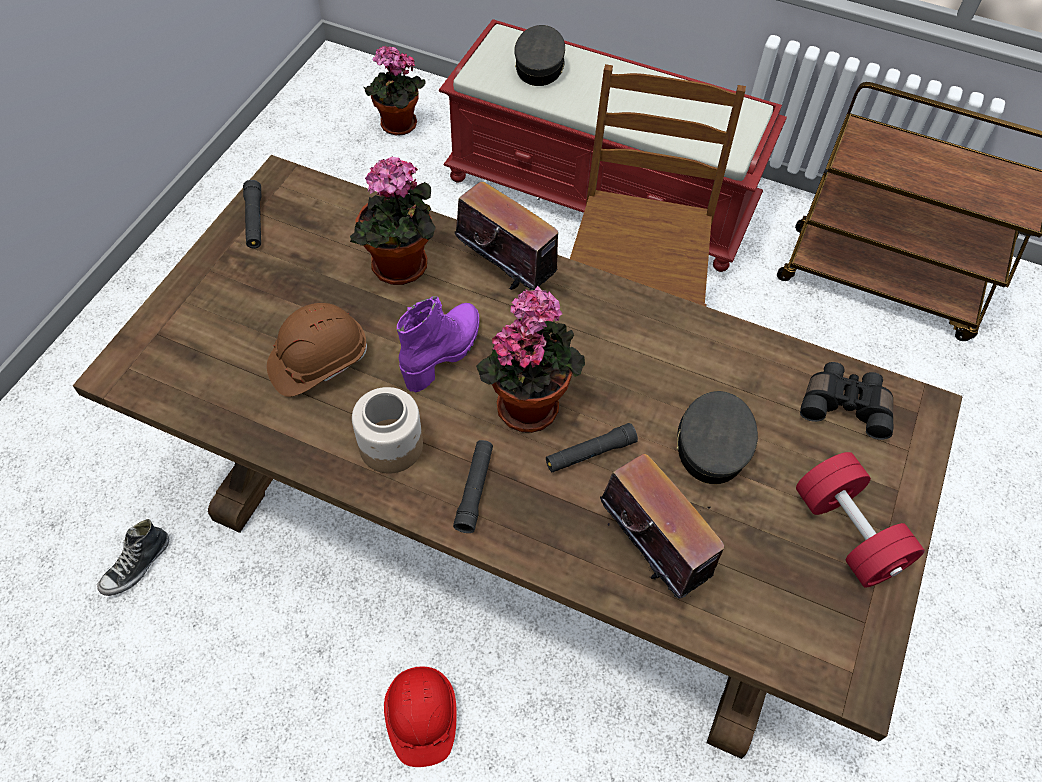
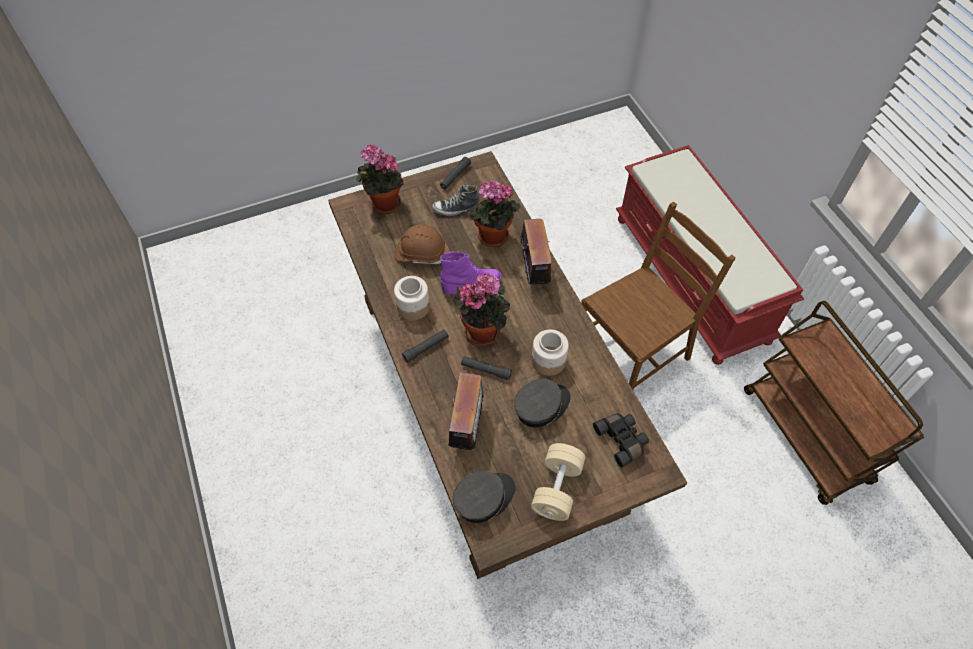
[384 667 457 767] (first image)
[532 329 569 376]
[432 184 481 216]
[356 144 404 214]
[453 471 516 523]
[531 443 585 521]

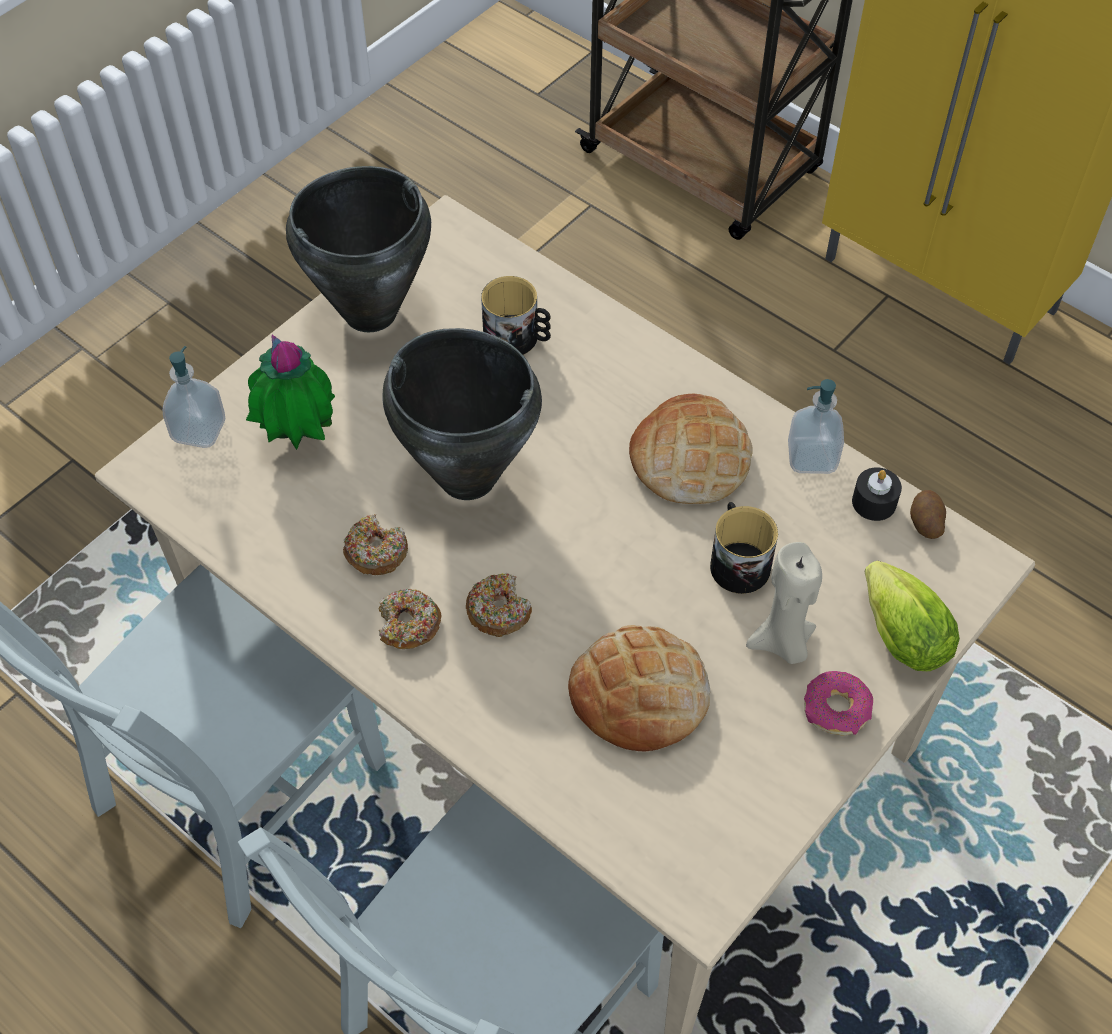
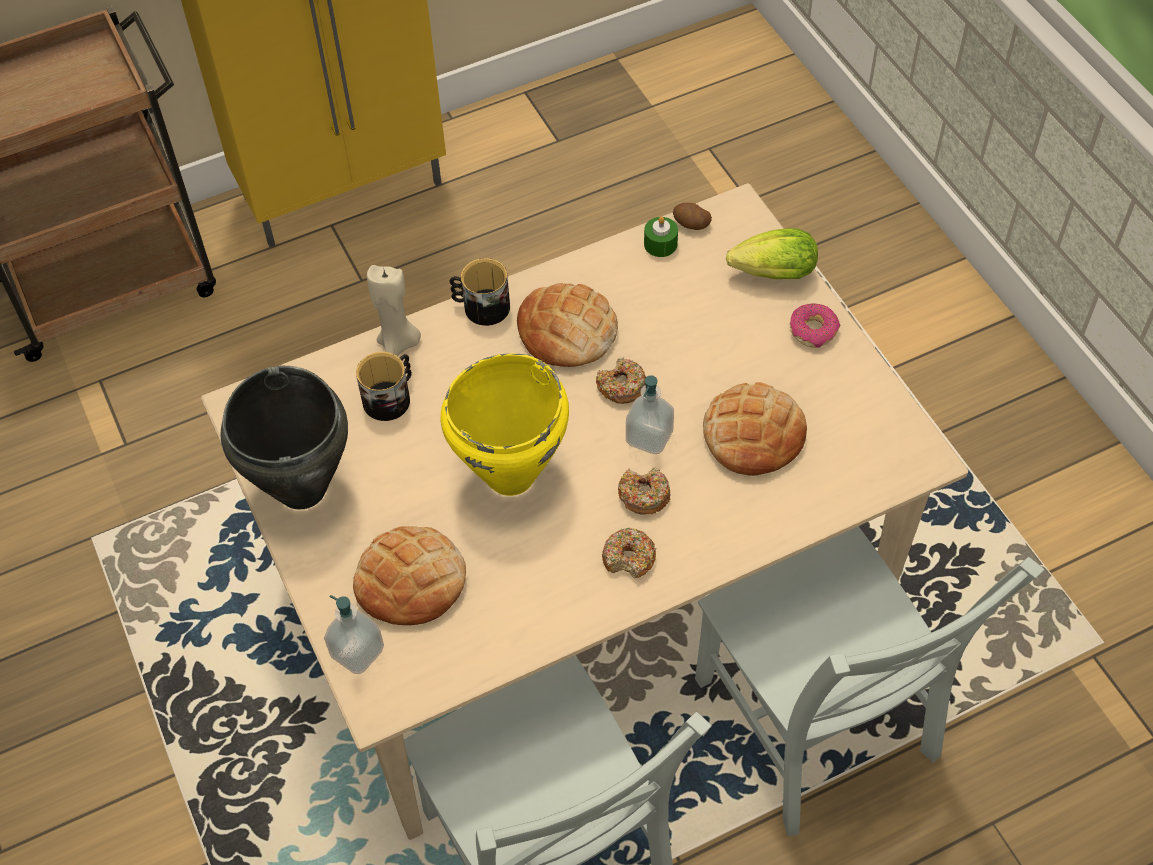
[596 357 646 404]
[450 258 510 326]
[367 265 421 356]
[626 375 674 454]
[353 526 466 625]
[440 353 569 496]
[644 216 678 257]

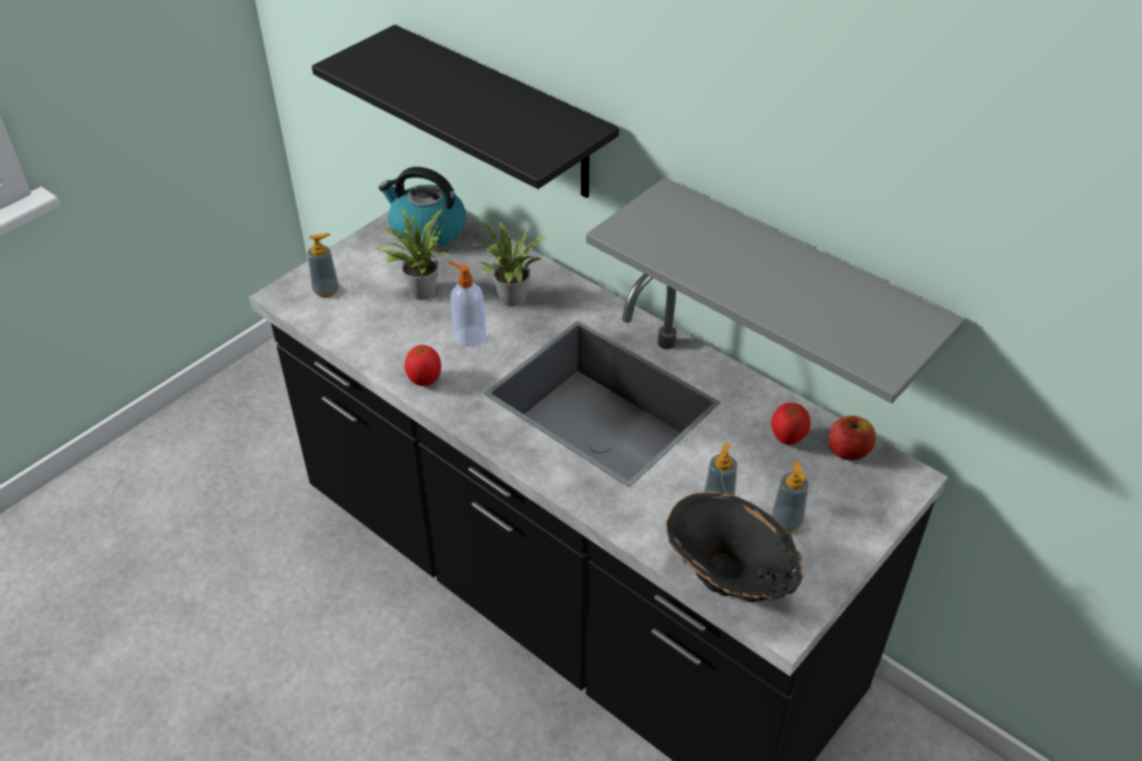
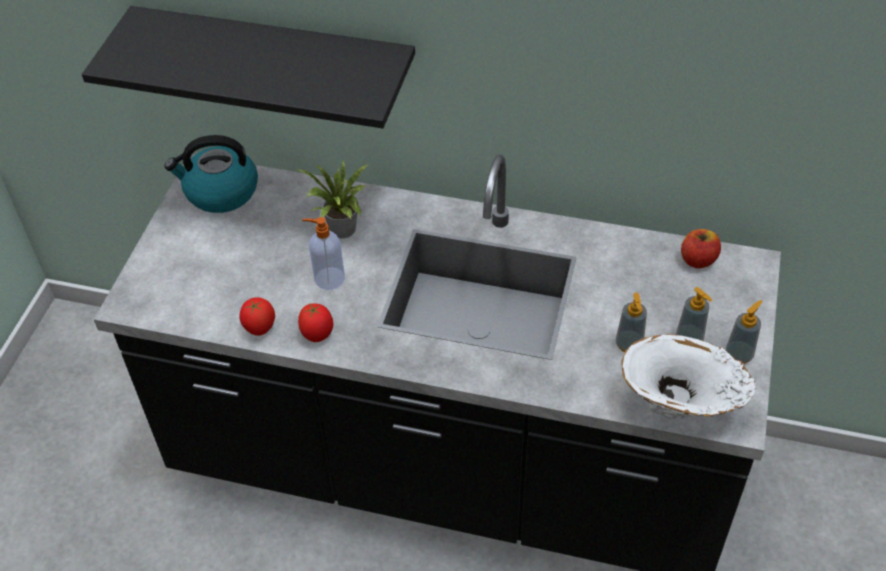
[375 208 450 300] (first image)
[586 178 965 403] (first image)
[726 300 763 364]
[239 297 275 336]
[621 334 756 419]

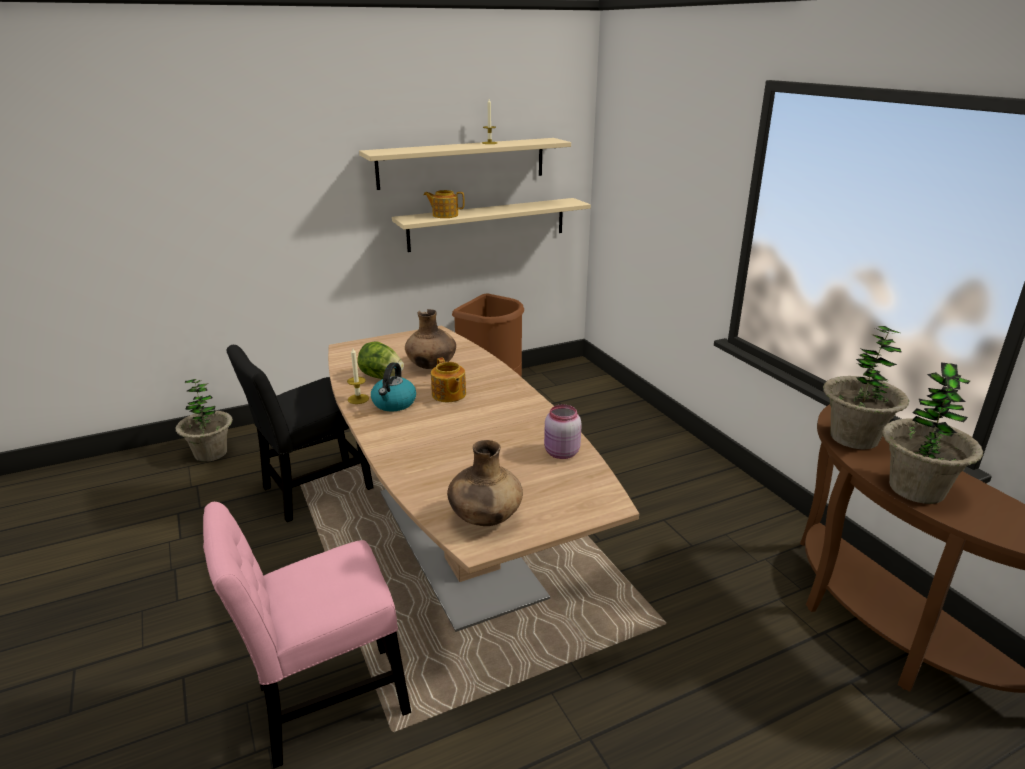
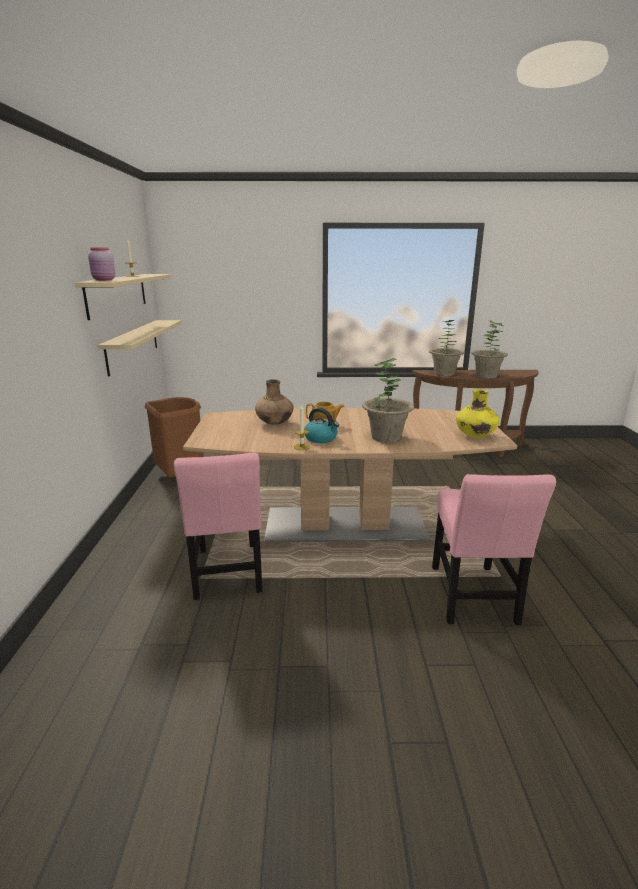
[357 341 404 379] (first image)
[423 190 465 218] (first image)
[362 358 414 443]
[88 247 115 281]
[174 452 262 600]
[456 389 499 438]

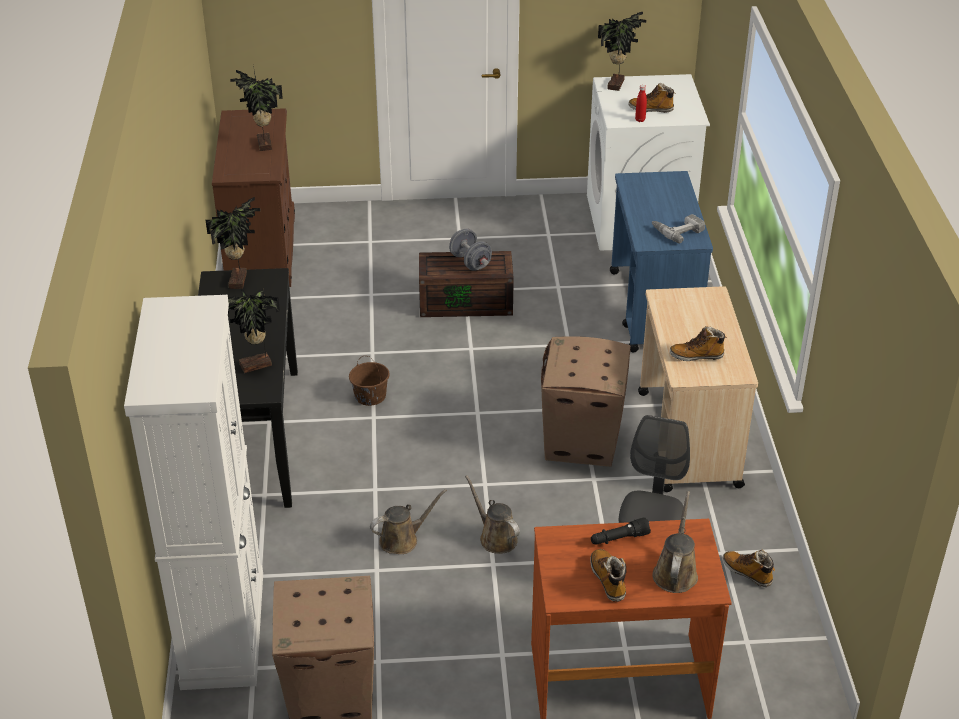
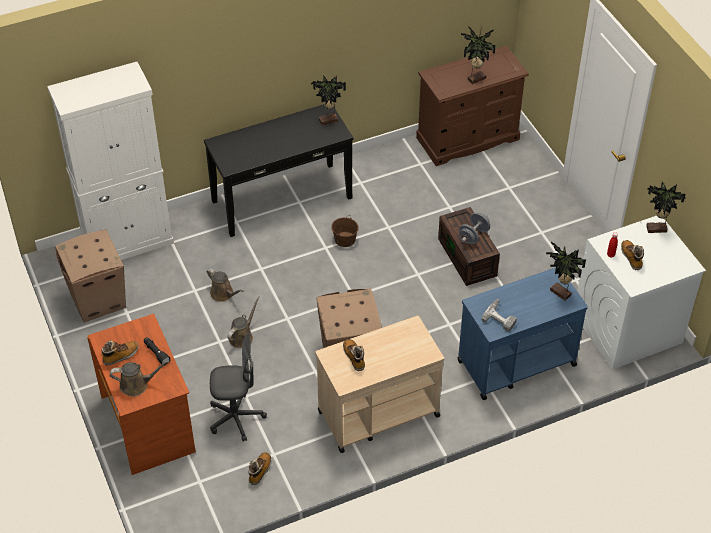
[546 242 586 301]

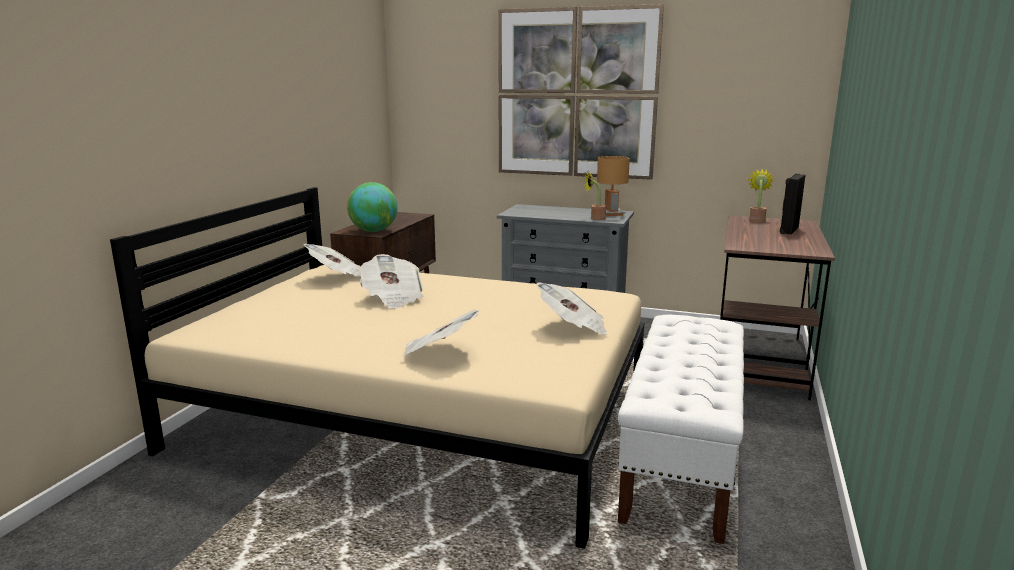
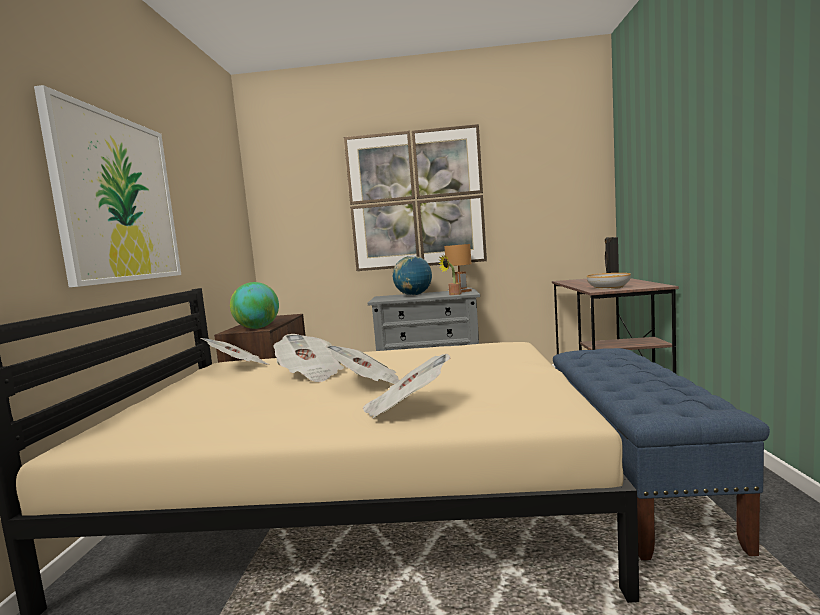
[748 169 774 223] (first image)
[34 85 181 287]
[393 256 432 296]
[587 273 631 289]
[326 345 400 384]
[553 348 770 560]

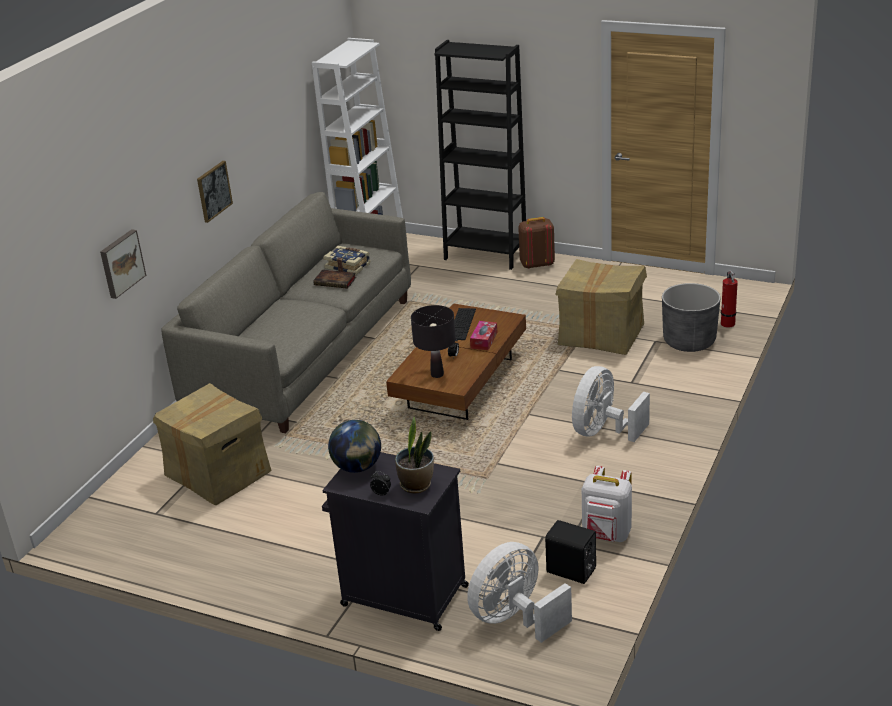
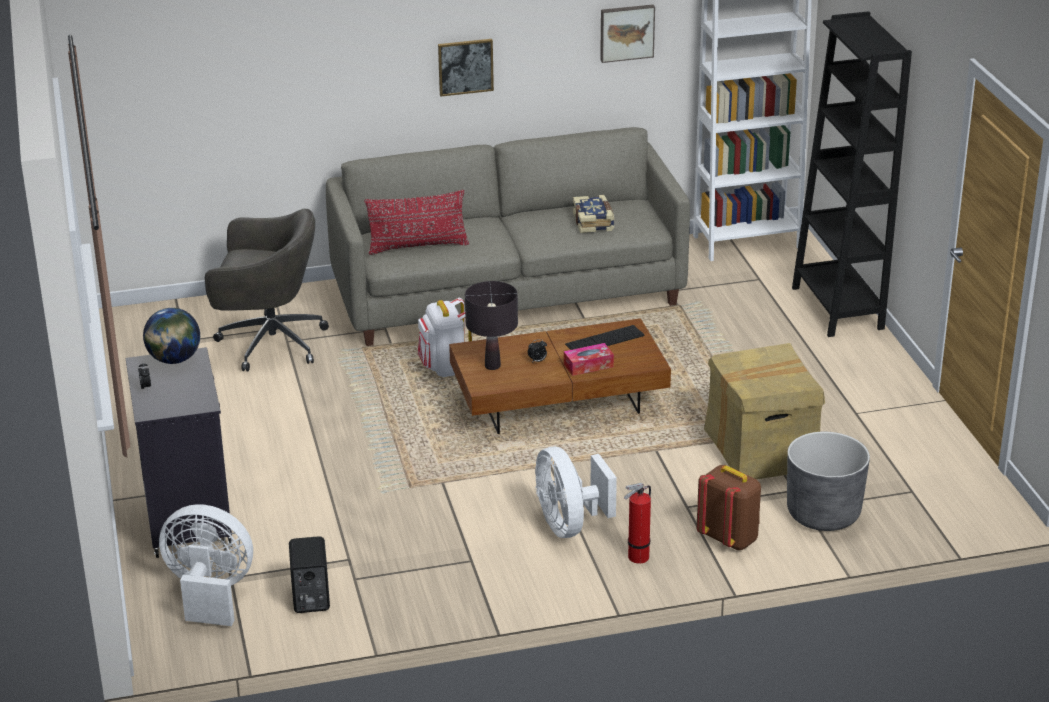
[313 270 356 289] (first image)
[395 417 434 493] (first image)
[365 190 469 255]
[600 5 655 63]
[696 465 761 550]
[418 298 472 377]
[624 483 651 564]
[205 209 329 372]
[535 446 617 538]

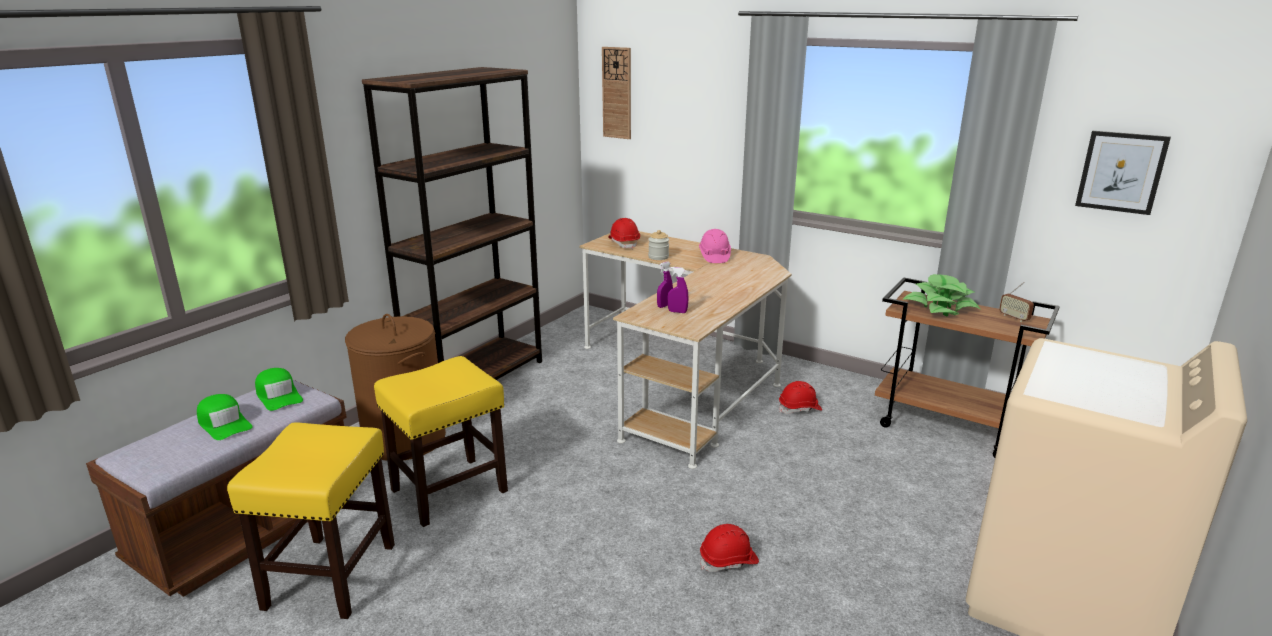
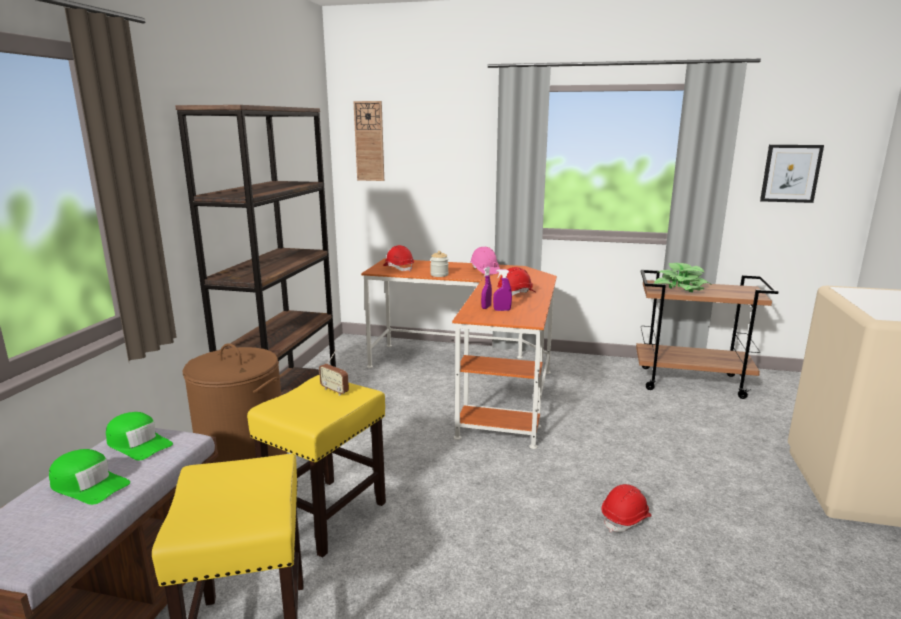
[497 267 535 296]
[319 350 349 396]
[361 258 557 449]

